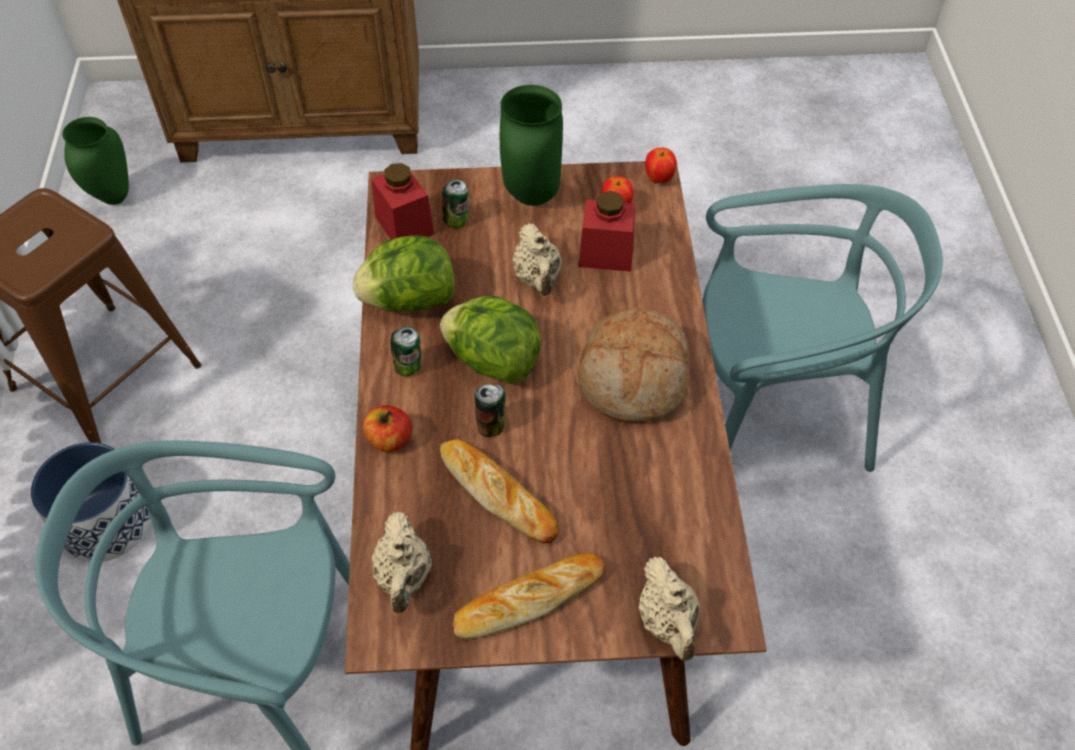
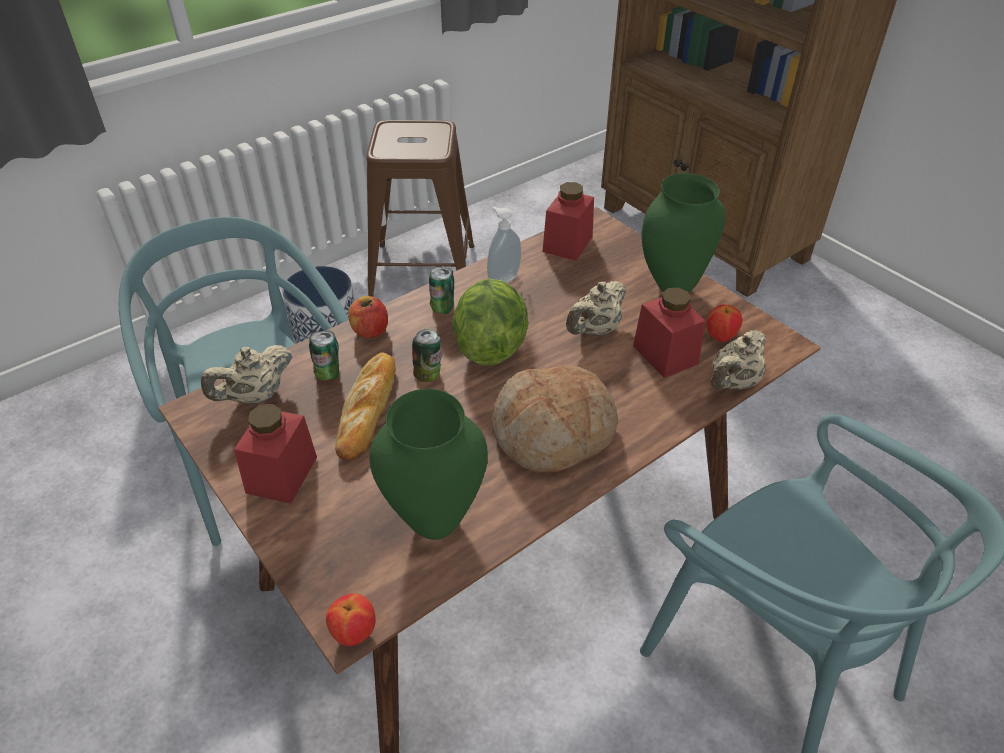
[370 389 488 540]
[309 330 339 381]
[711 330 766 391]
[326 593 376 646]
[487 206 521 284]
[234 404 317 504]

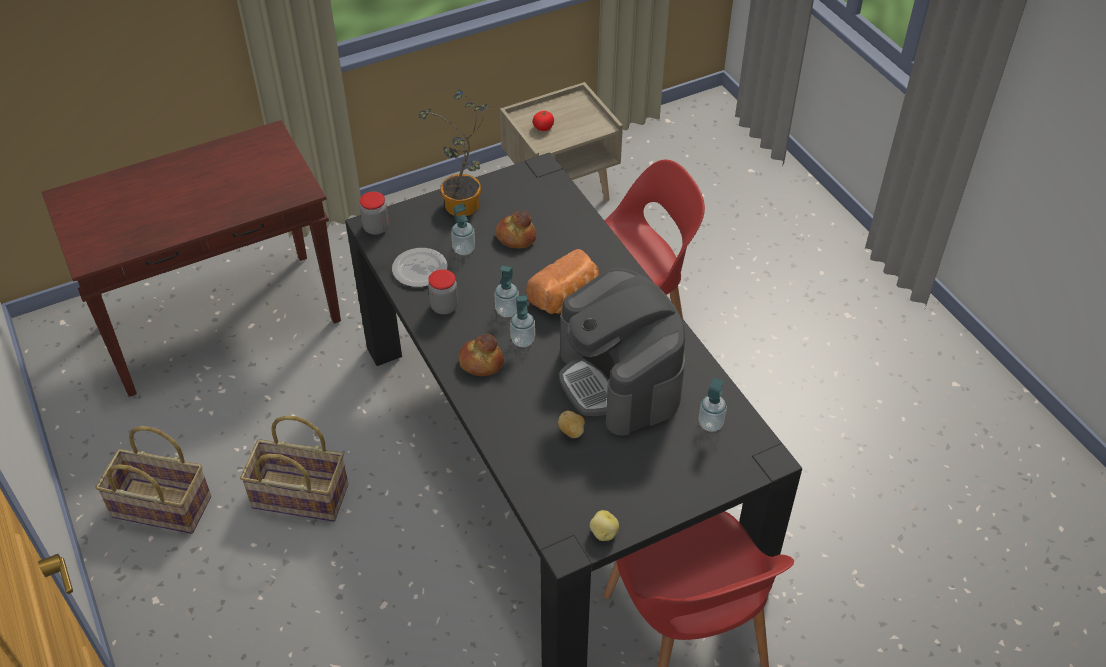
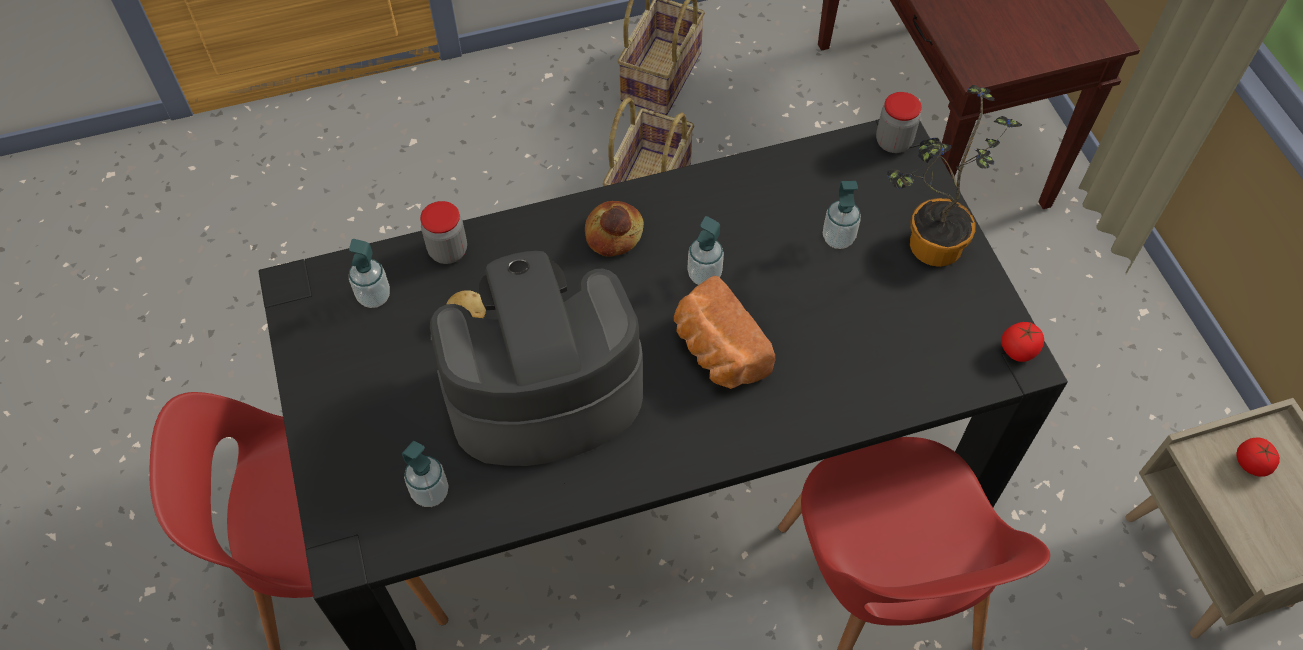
[392 248 447 287] (first image)
[496 211 536 248] (first image)
[590 510 619 541] (first image)
[1001 322 1044 362]
[420 201 467 264]
[349 239 390 308]

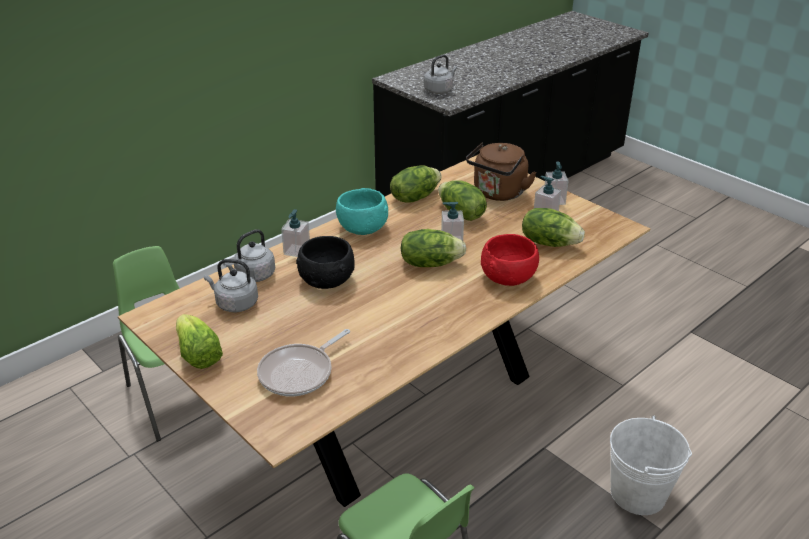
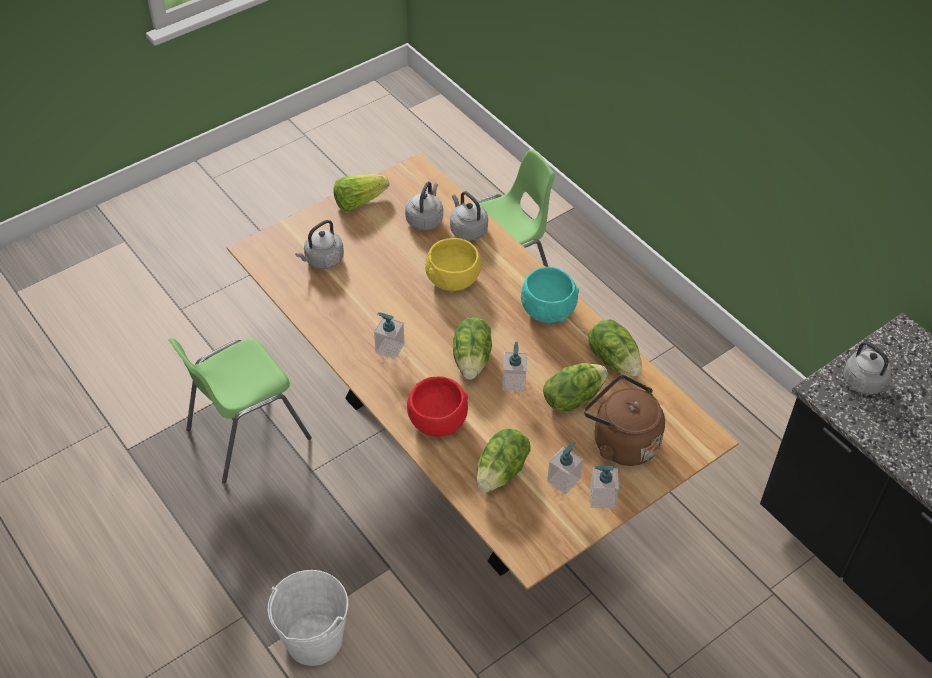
[374 312 405 359]
[295 220 344 269]
[425 238 481 291]

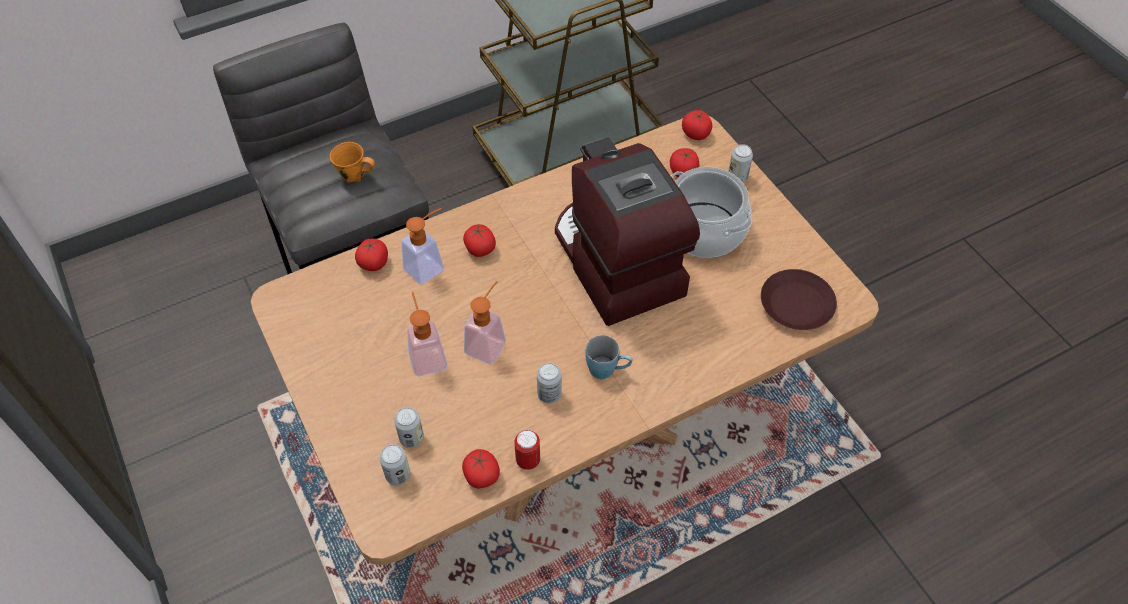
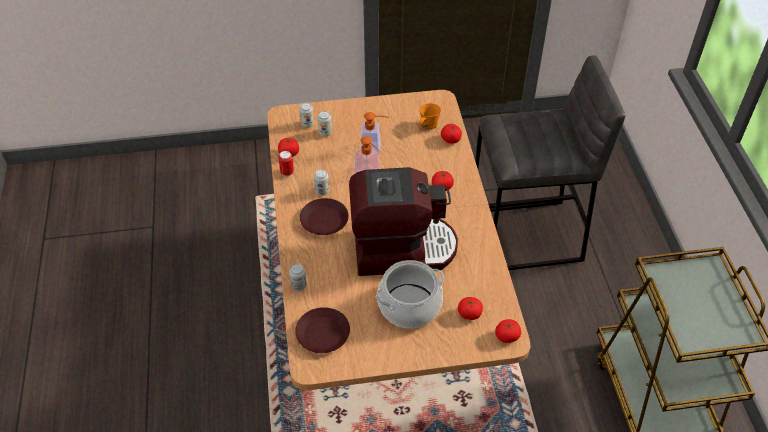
[402 208 444 285] (first image)
[419 103 441 130]
[289 263 307 291]
[300 198 349 235]

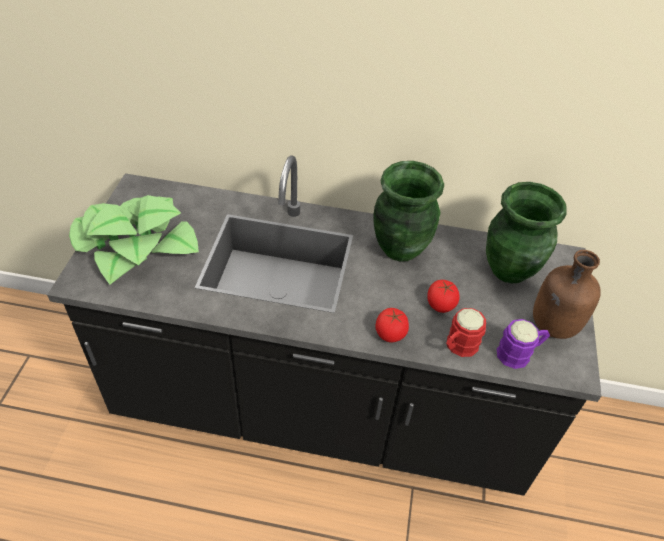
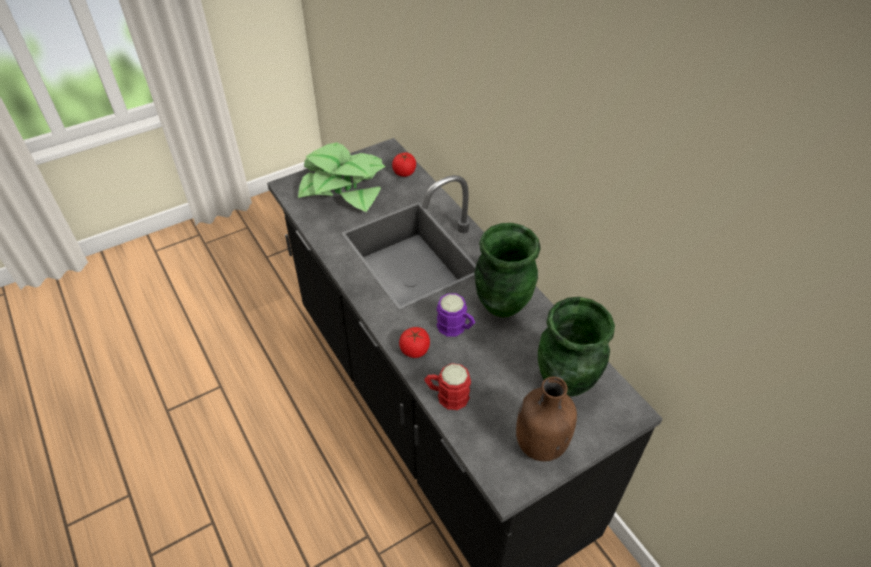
[392 152 416 177]
[437 293 475 336]

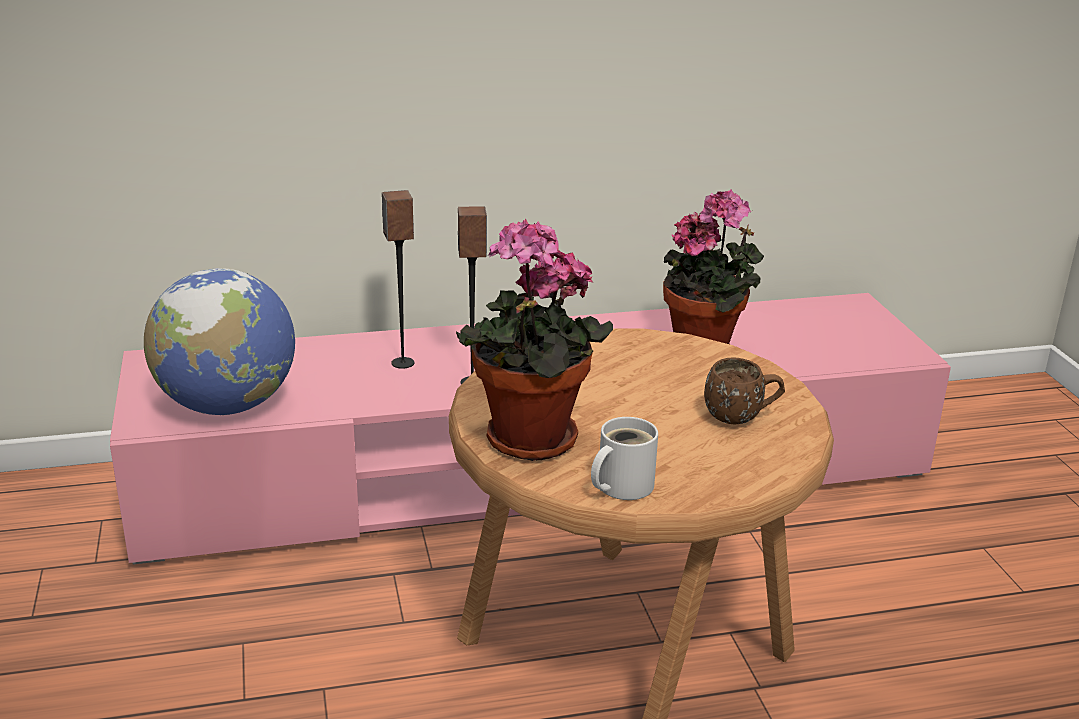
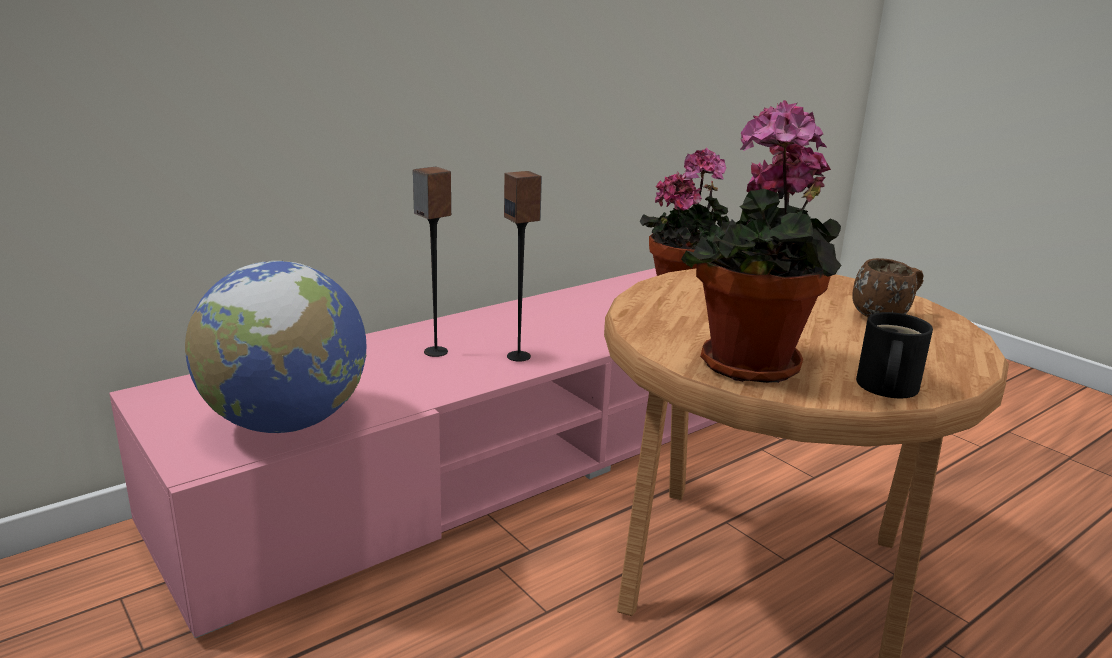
[856 312 933 398]

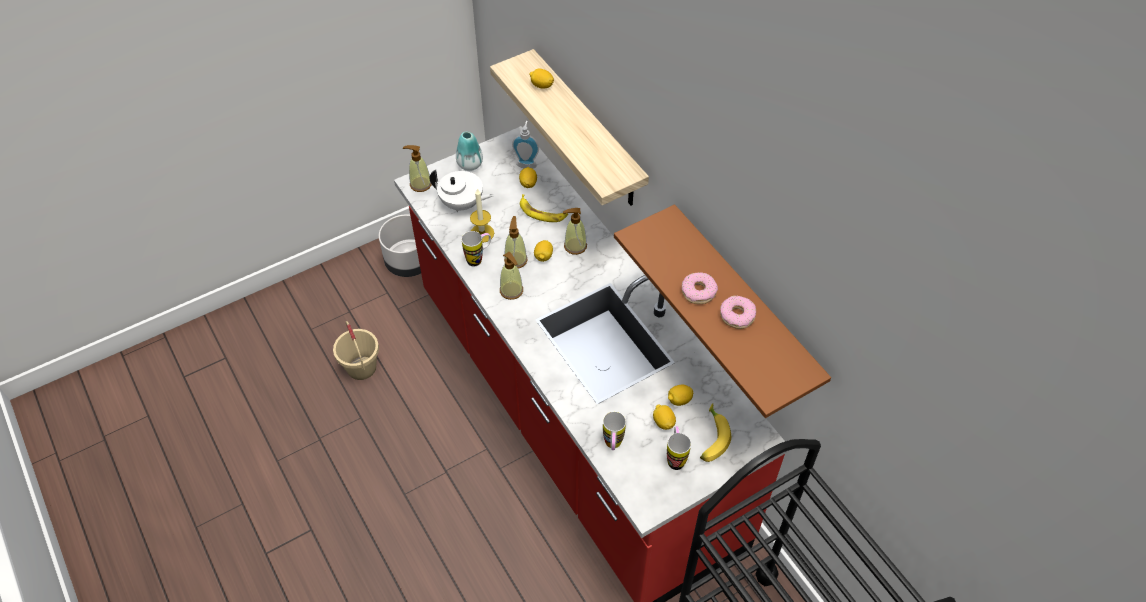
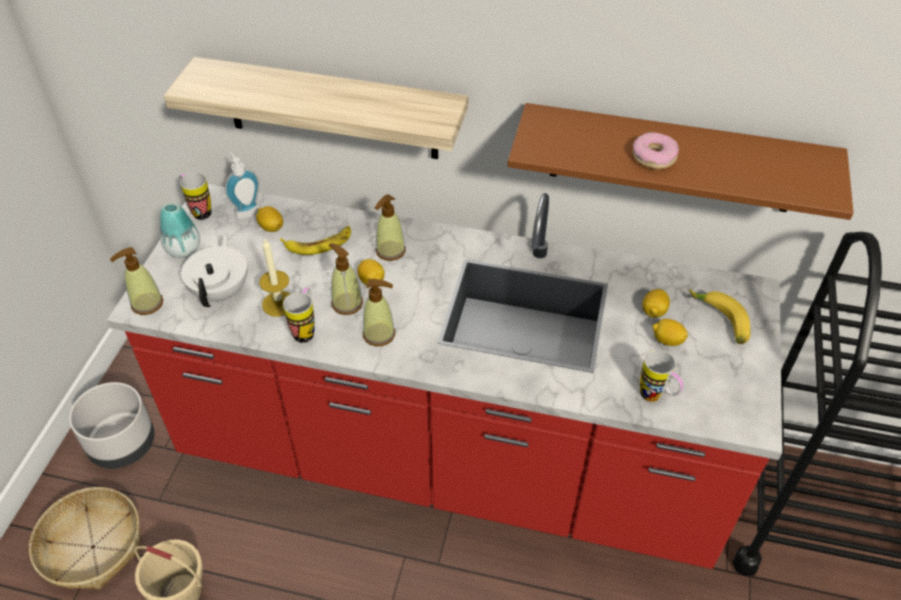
[529 68 554 89] (first image)
[720 295 756 329] (first image)
[29 487 140 590]
[179 173 211 220]
[181 234 248 307]

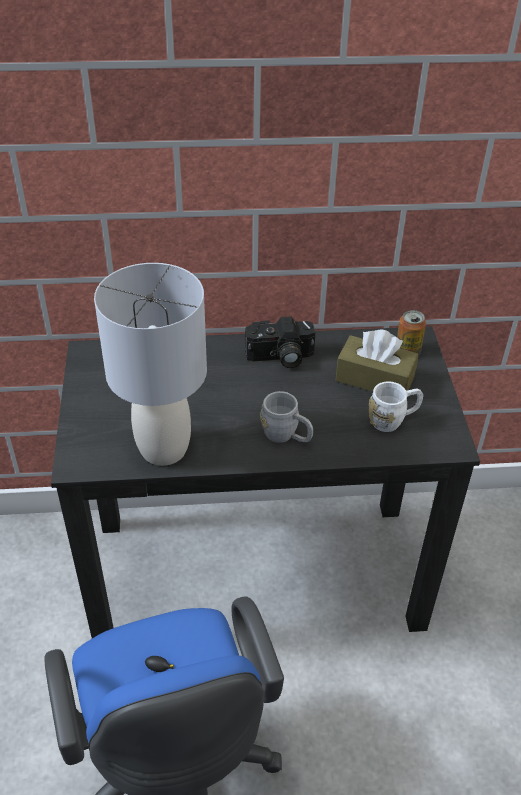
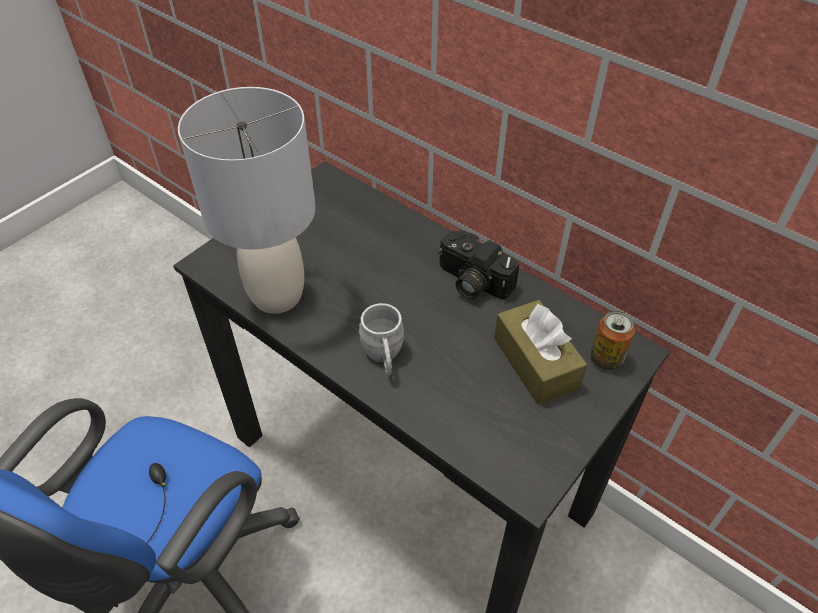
[369 381 423 432] (first image)

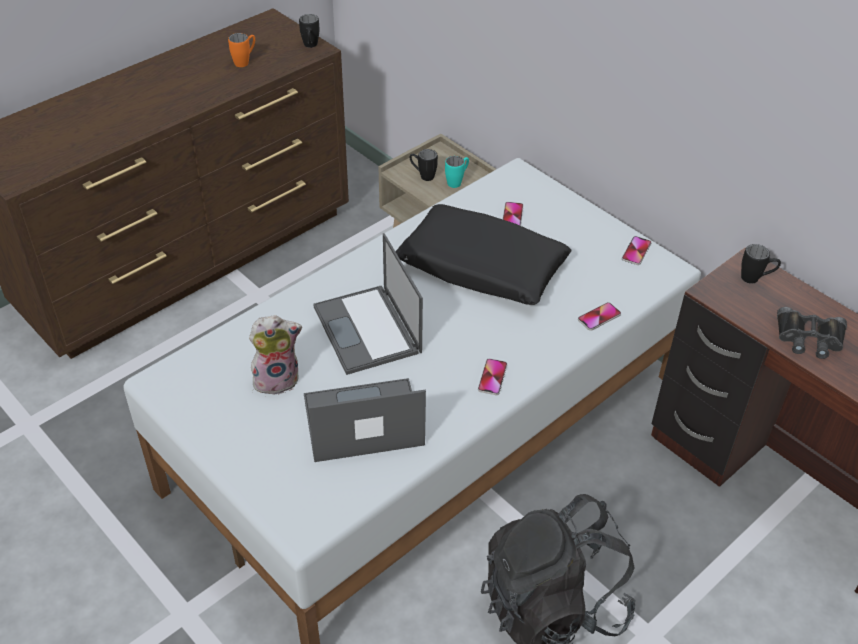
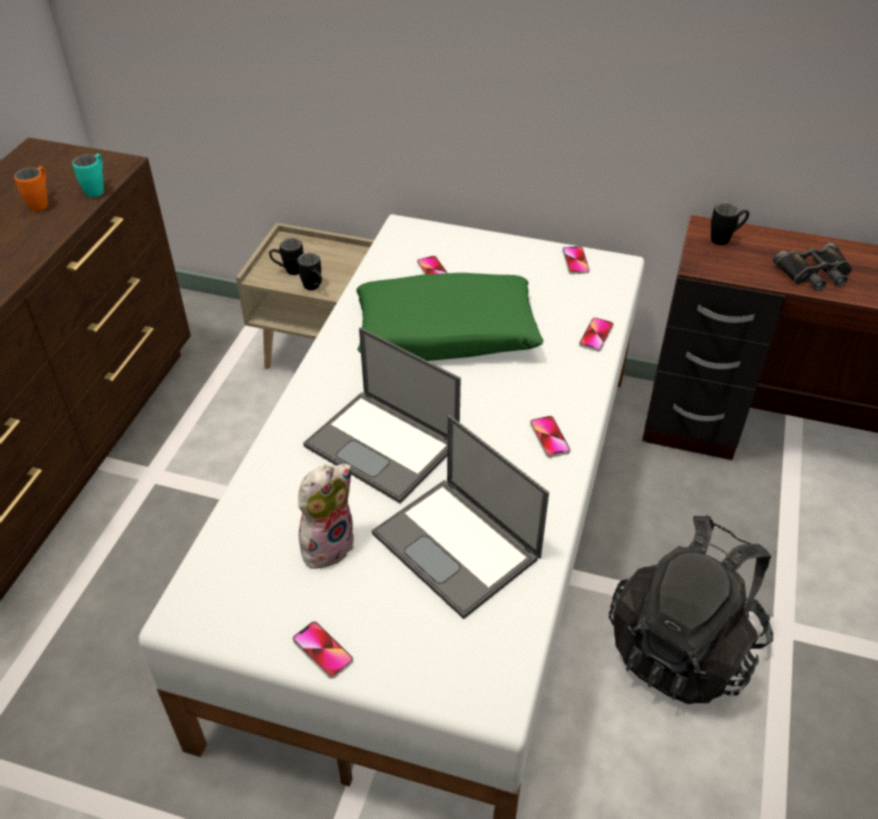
[293 621 353 679]
[297 253 322 290]
[72 154 104 197]
[356 273 543 361]
[372 415 549 619]

